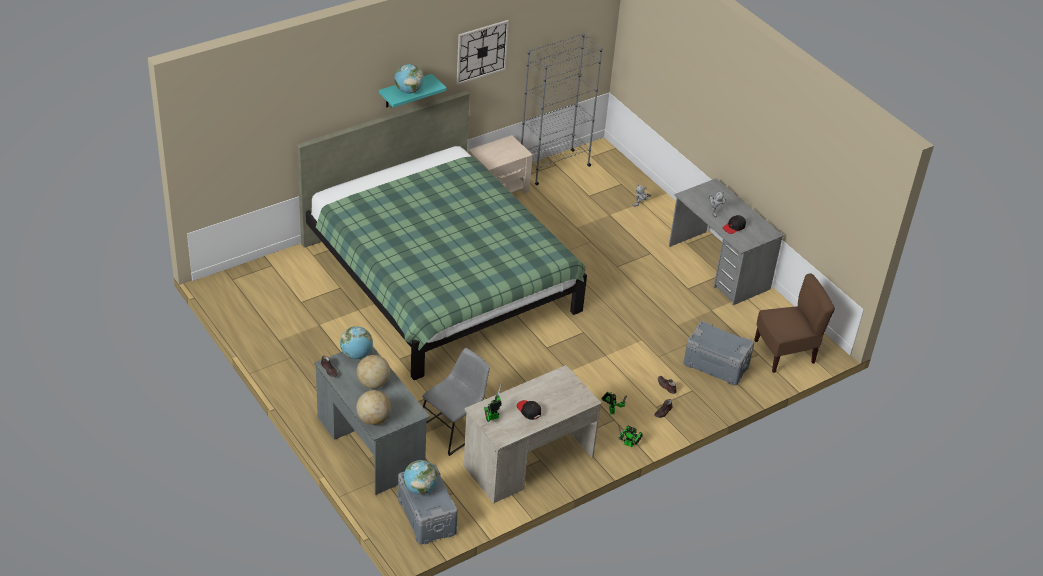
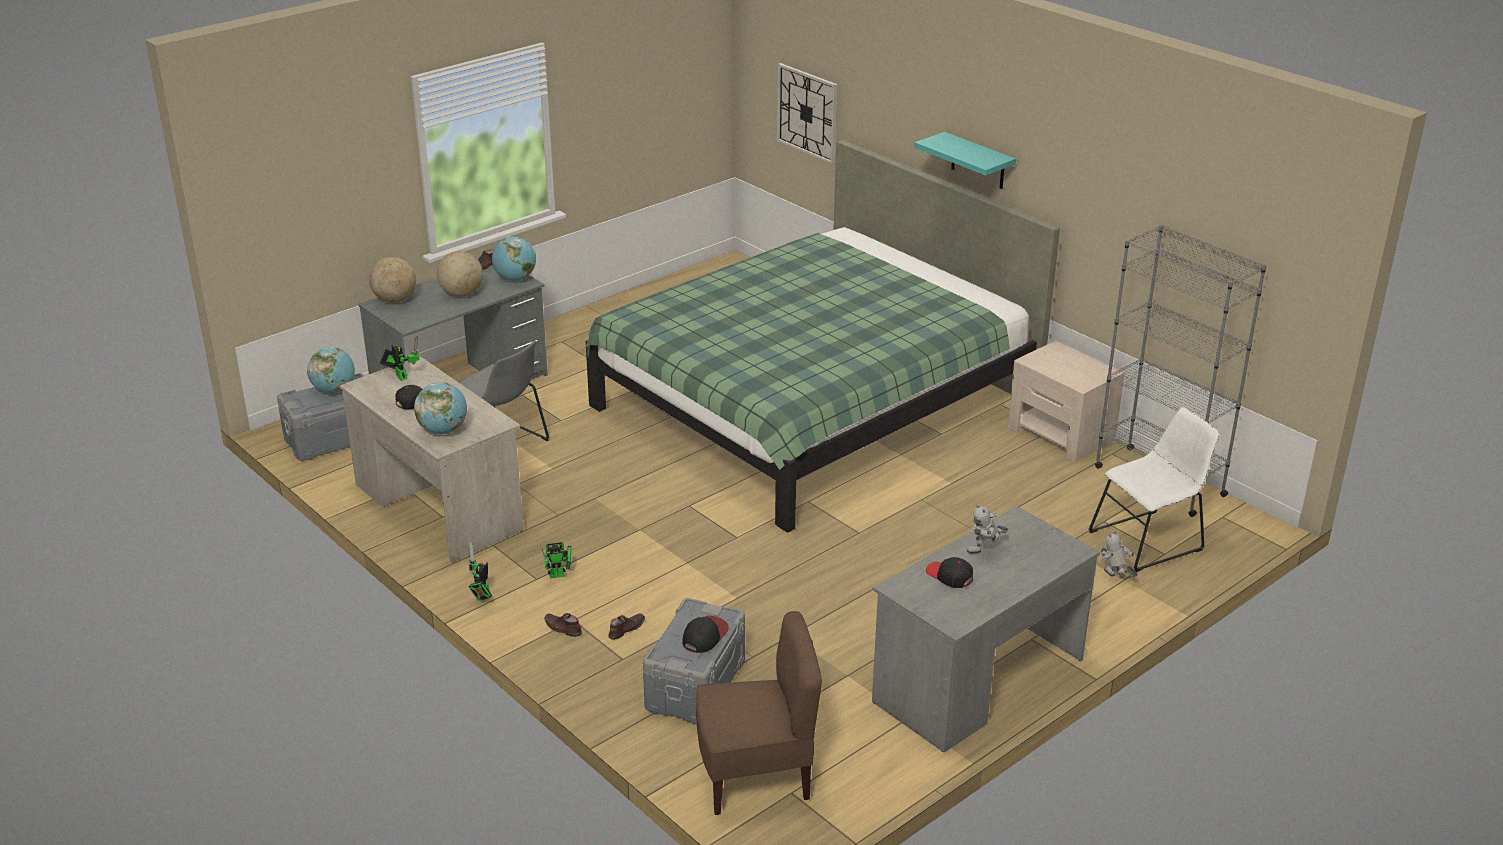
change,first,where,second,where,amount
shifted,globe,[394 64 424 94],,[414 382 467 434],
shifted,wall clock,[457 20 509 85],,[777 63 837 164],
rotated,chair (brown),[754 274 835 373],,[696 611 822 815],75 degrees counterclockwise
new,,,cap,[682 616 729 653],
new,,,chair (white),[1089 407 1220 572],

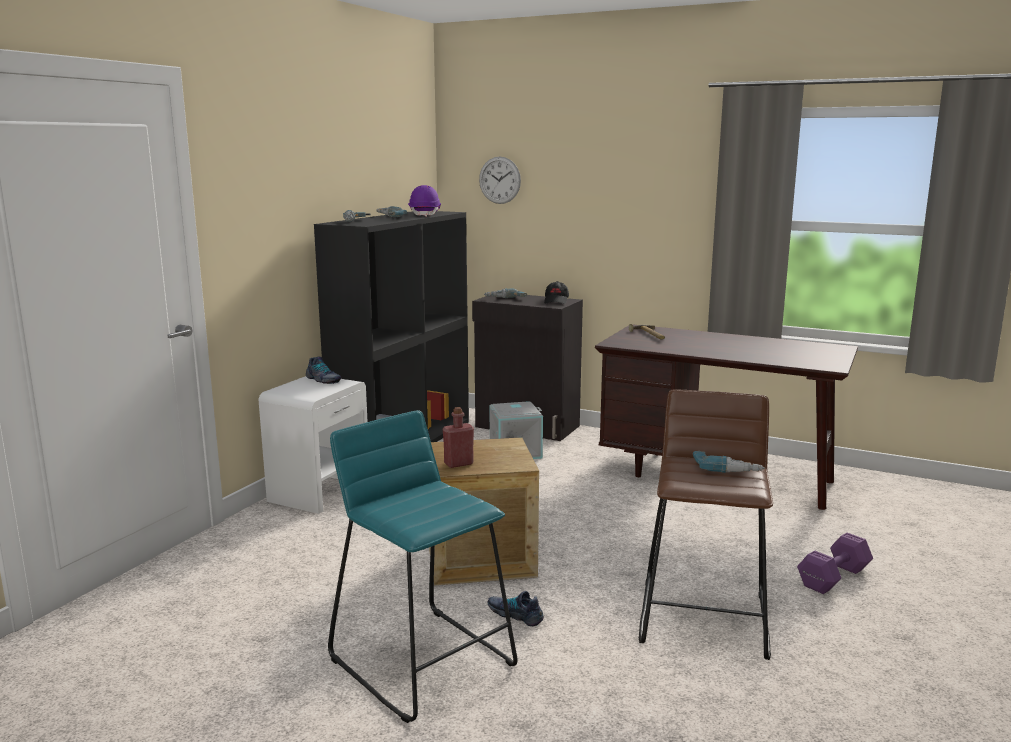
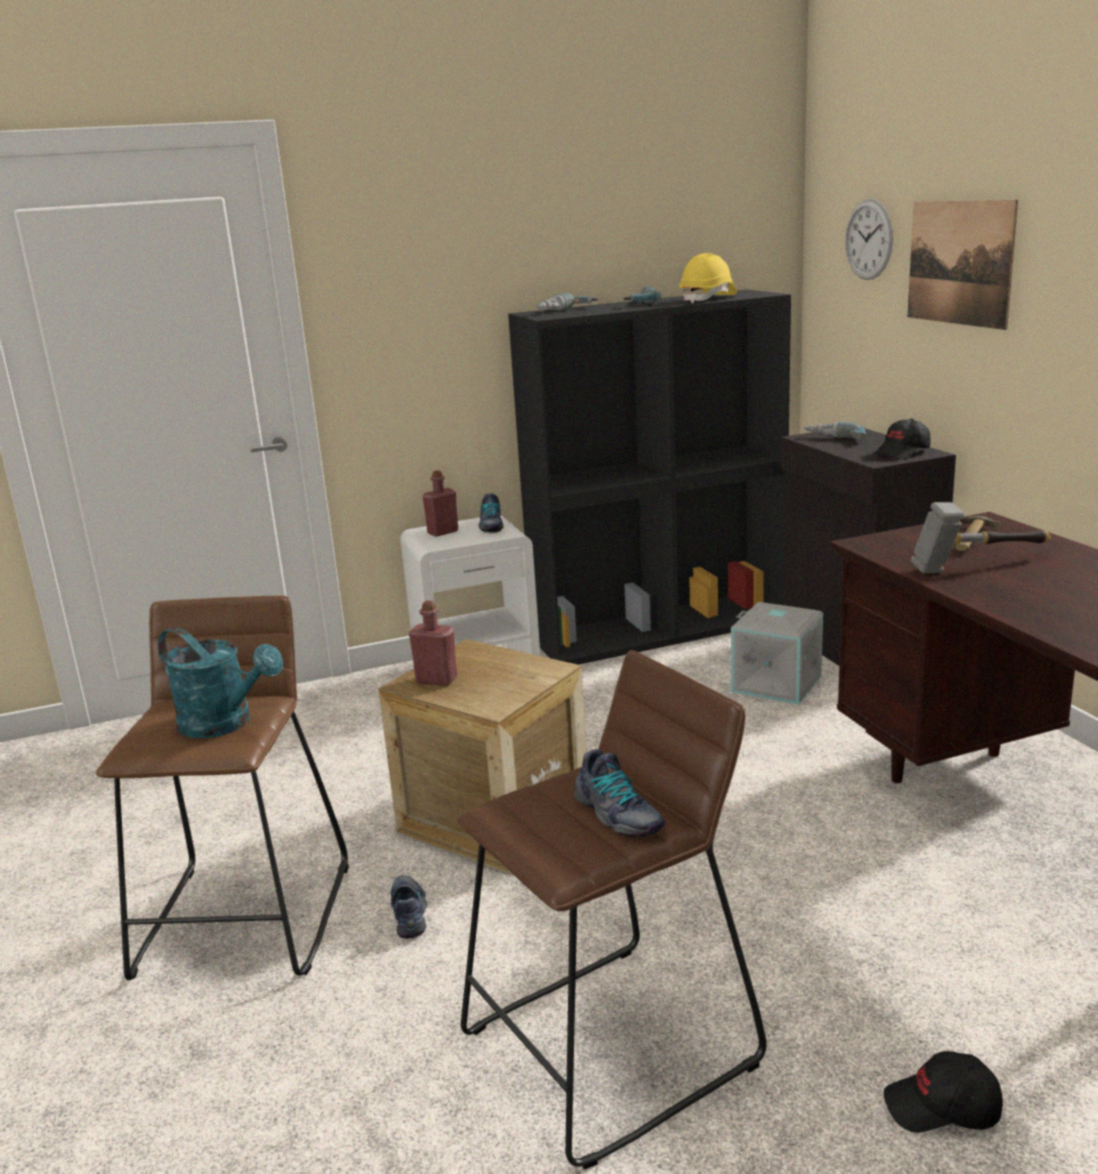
change,first,where,second,where,amount
repainted,stool (turquoise),[328 410 518 723],stool (brown),[96 596 349 980],
repainted,hard hat (purple),[408 185 441 217],hard hat (yellow),[679 253 737 303],
swapped,power drill,[693 451 765 473],shoe,[574 749 666 838],
swapped,dumbbell (purple),[797 532 873 594],cap (black),[884 1051 1003 1133],
new,,,watering can (turquoise),[158 627 283 738],
new,,,bottle (red),[423 470 458 537],
new,,,picture,[908 200 1018 330],
new,,,hammer,[911 502 1051 573],

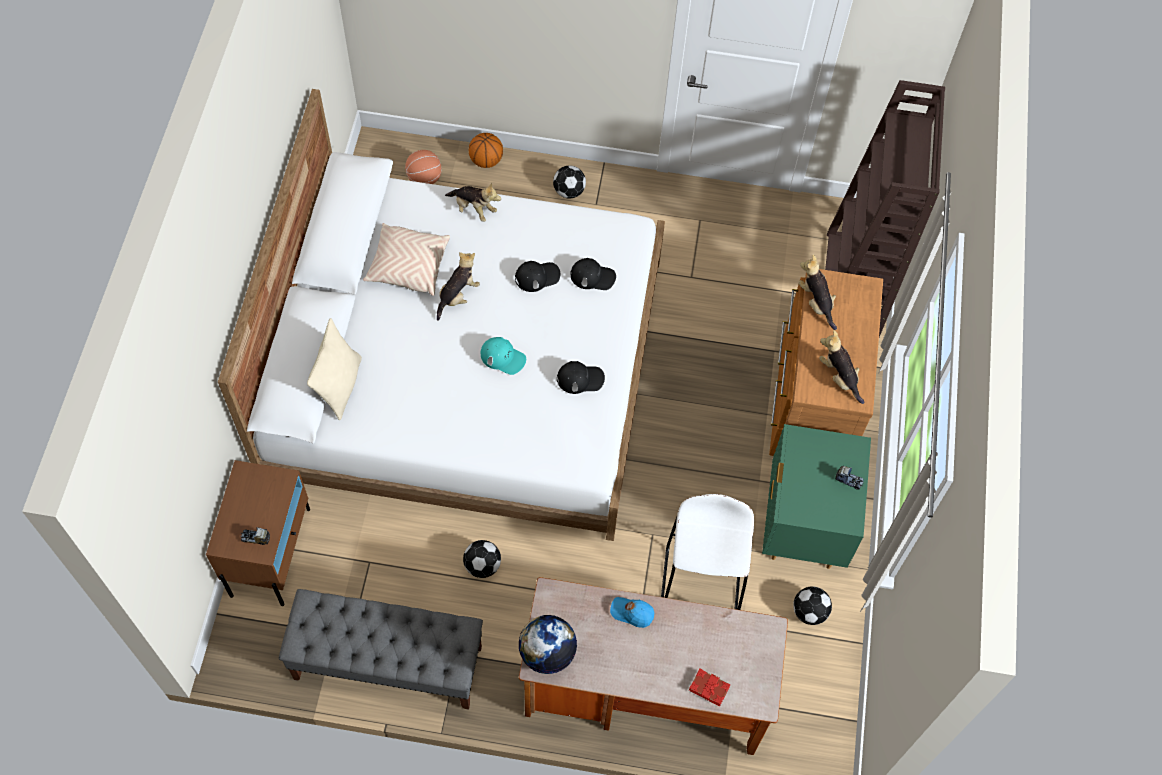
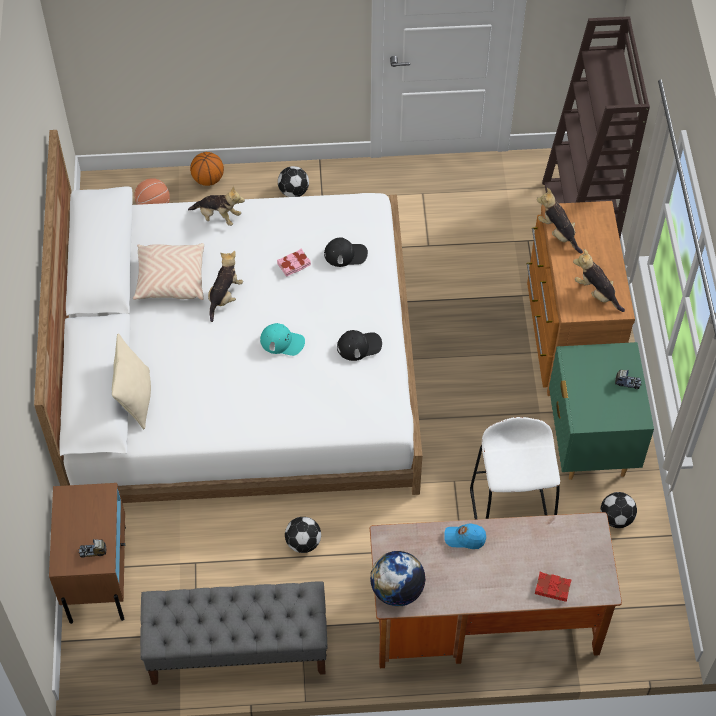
change,first,where,second,where,amount
swapped,cap (black),[515 261 560 292],book (pink),[277 248 311 277],

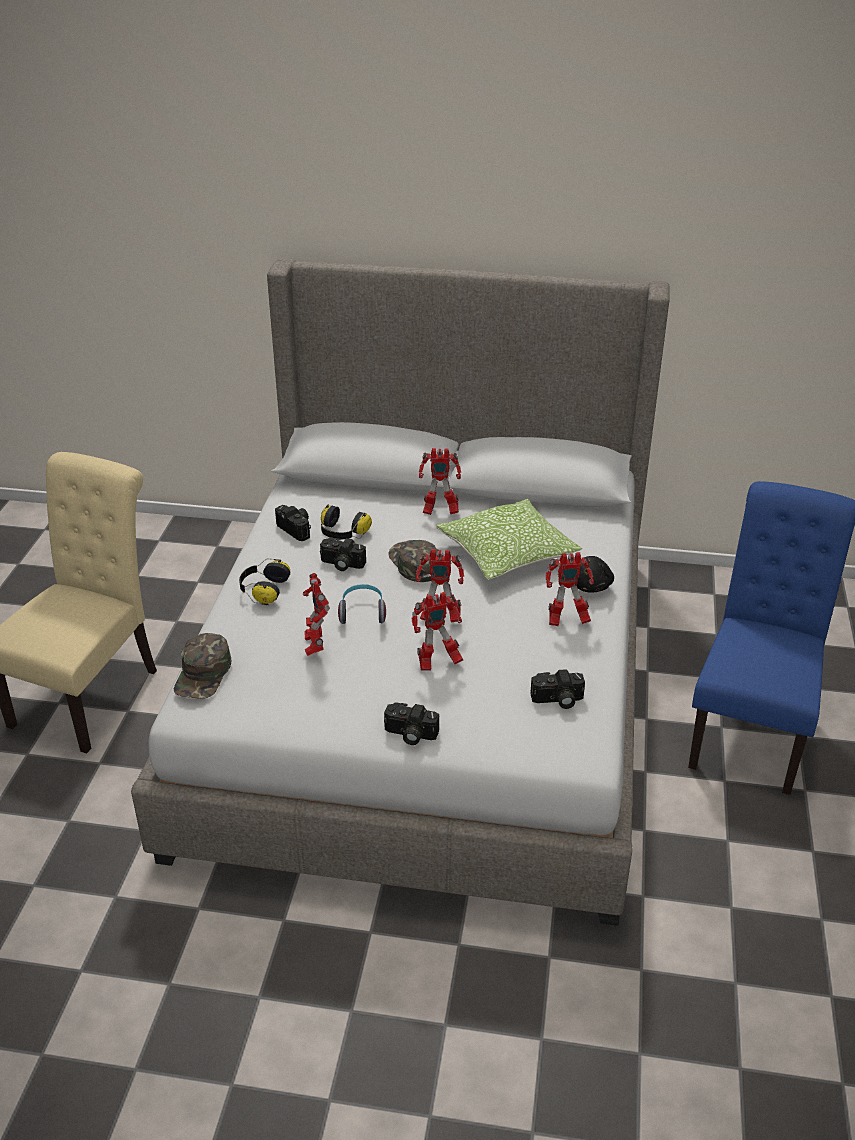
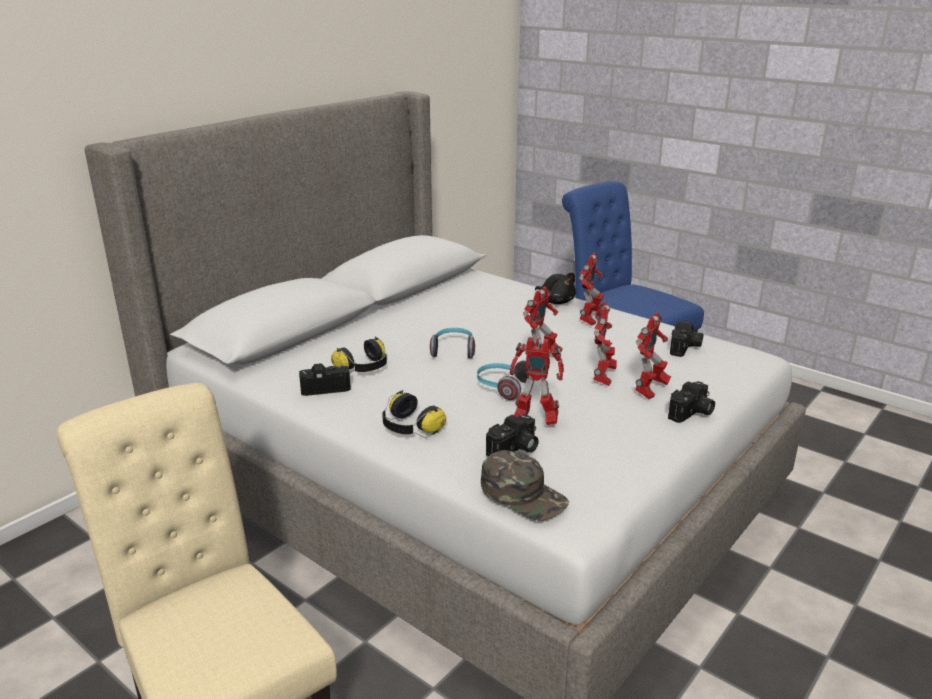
change,first,where,second,where,amount
shifted,photo camera,[320 538 366 571],,[486 414 539 457],
swapped,cap (green),[388 540 439 582],headphones,[430 328 475 358],
shifted,toy robot,[419 448 461 515],,[635 312 671 399],
gone,pillow,[436 499 582 580],,,

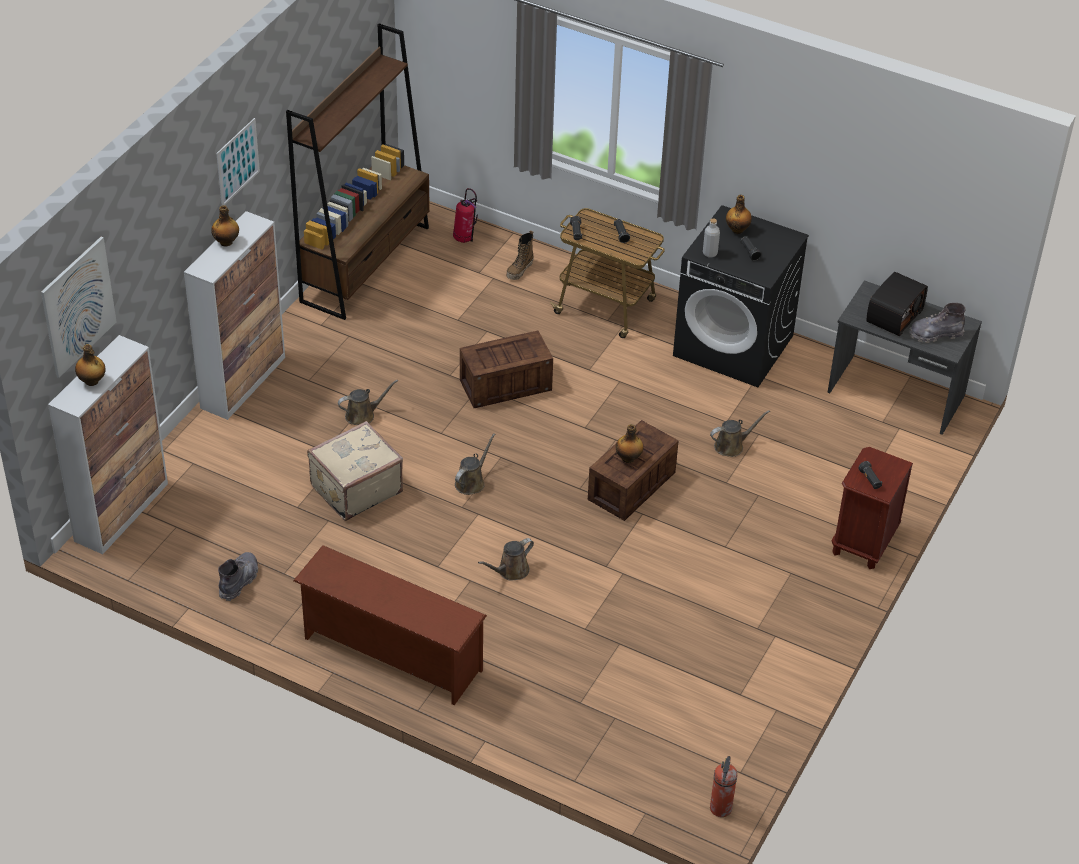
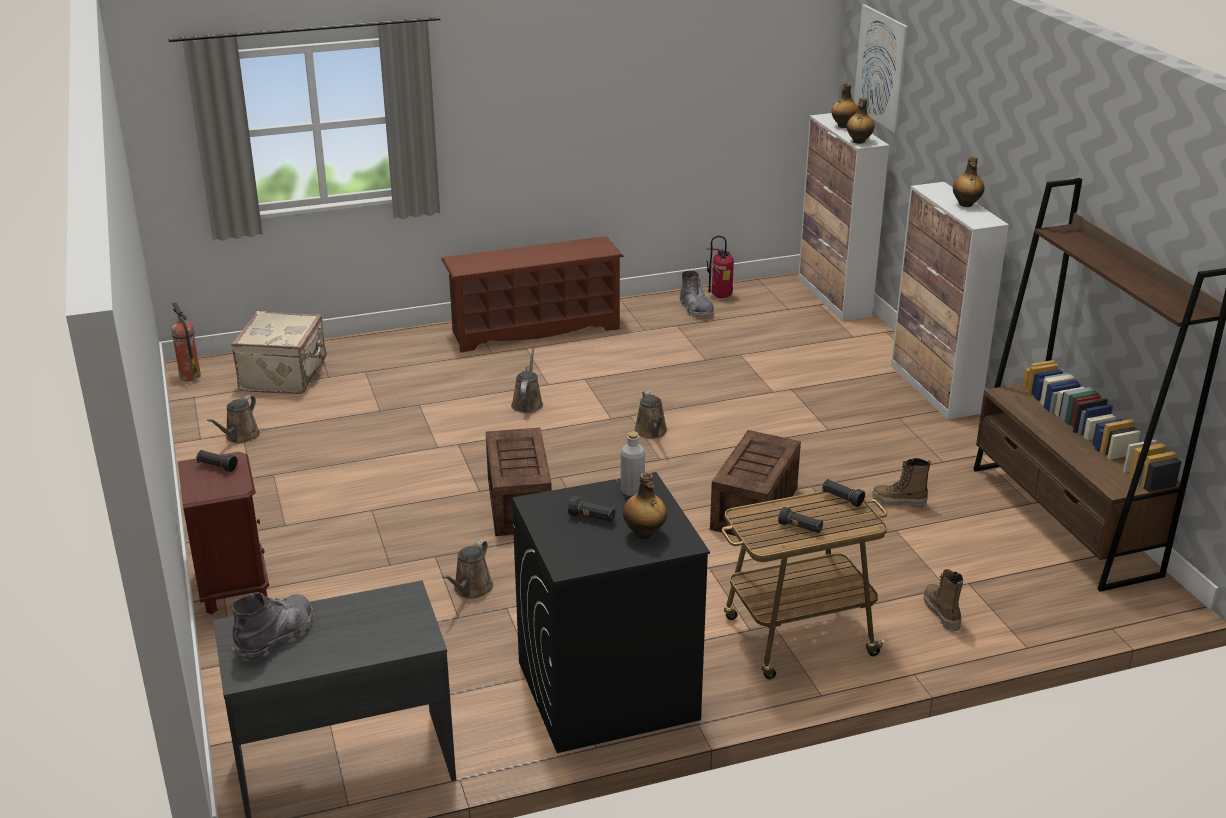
change,first,where,second,where,amount
gone,picture,[216 118 260 205],,,
shifted,suitcase (beige),[307 421 403 521],,[231 311 327 394],
shifted,watering can (brown),[338 380 398 425],,[207 395 260 443],
shifted,fire extinguisher,[453 188 478 243],,[706 236 734 298],
shifted,bottle,[616 424 643 463],,[847 98 875 144],
gone,radio,[866 272 928 336],,,
new,,,boot,[872 458 931 508],

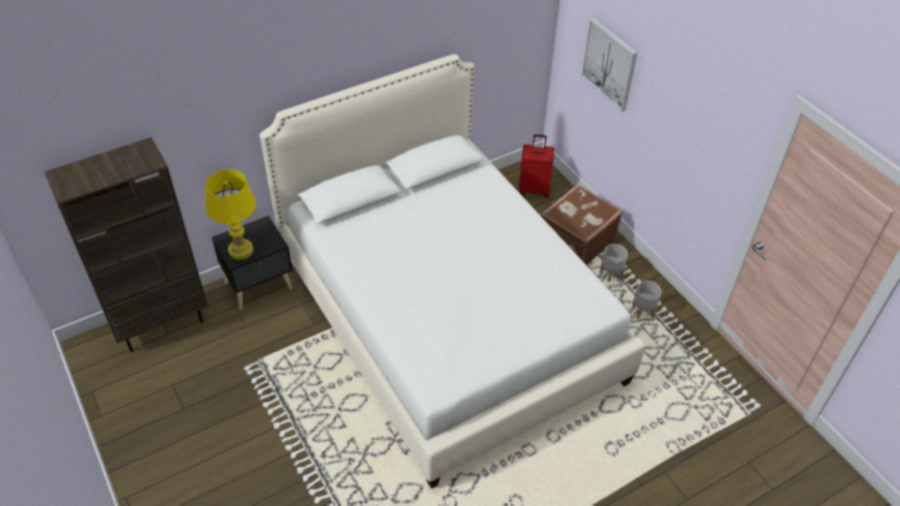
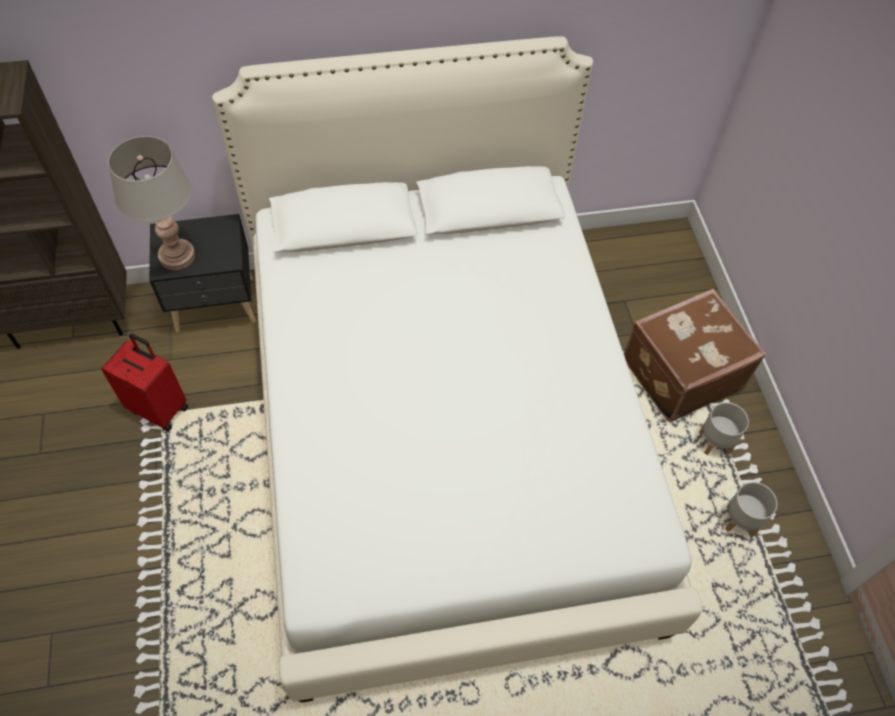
change,first,where,second,where,amount
repainted,table lamp (yellow),[205 169 256 260],table lamp (grey),[108 136 195 270],
shifted,suitcase (red),[519 134 554 198],,[101 333 188 432],
gone,picture,[581 18 637 112],,,

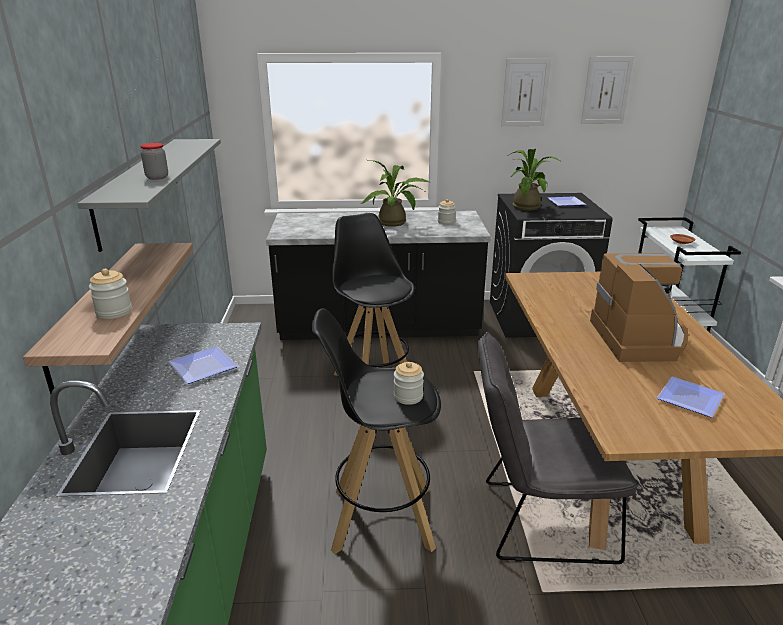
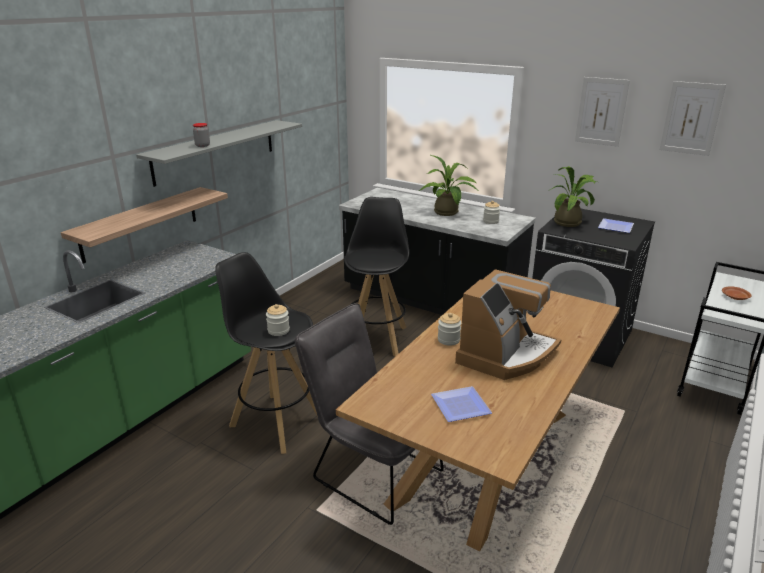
change,first,where,second,where,amount
shifted,jar,[89 269 132 319],,[438 313 461 346],
gone,plate,[168 346 238 384],,,

